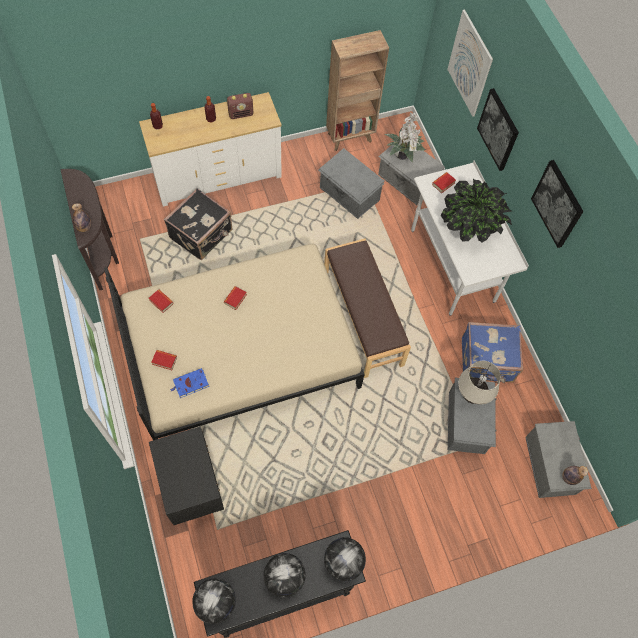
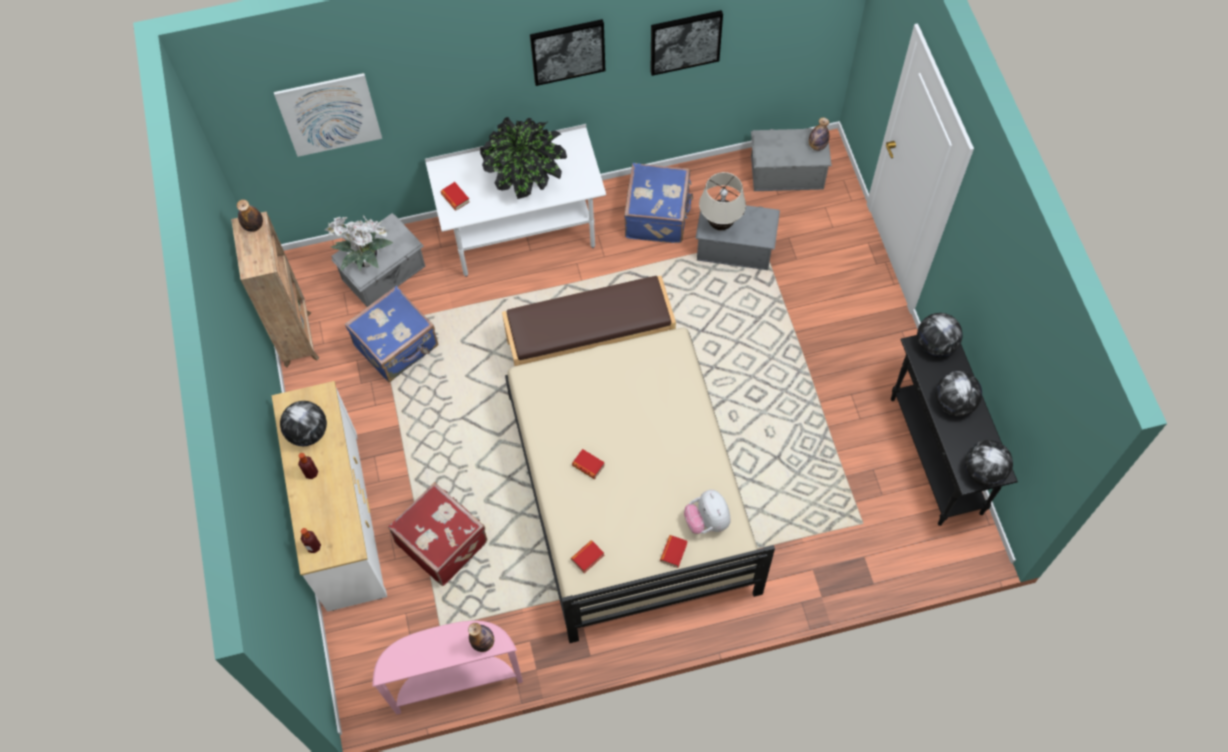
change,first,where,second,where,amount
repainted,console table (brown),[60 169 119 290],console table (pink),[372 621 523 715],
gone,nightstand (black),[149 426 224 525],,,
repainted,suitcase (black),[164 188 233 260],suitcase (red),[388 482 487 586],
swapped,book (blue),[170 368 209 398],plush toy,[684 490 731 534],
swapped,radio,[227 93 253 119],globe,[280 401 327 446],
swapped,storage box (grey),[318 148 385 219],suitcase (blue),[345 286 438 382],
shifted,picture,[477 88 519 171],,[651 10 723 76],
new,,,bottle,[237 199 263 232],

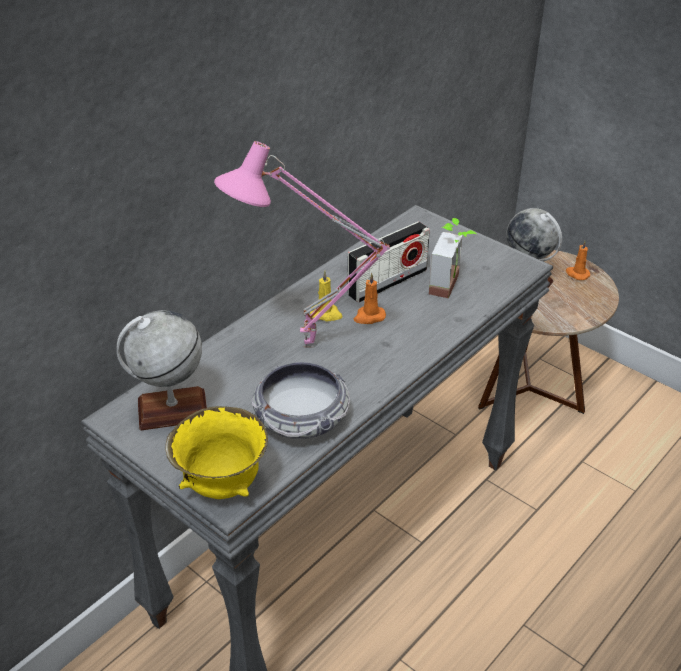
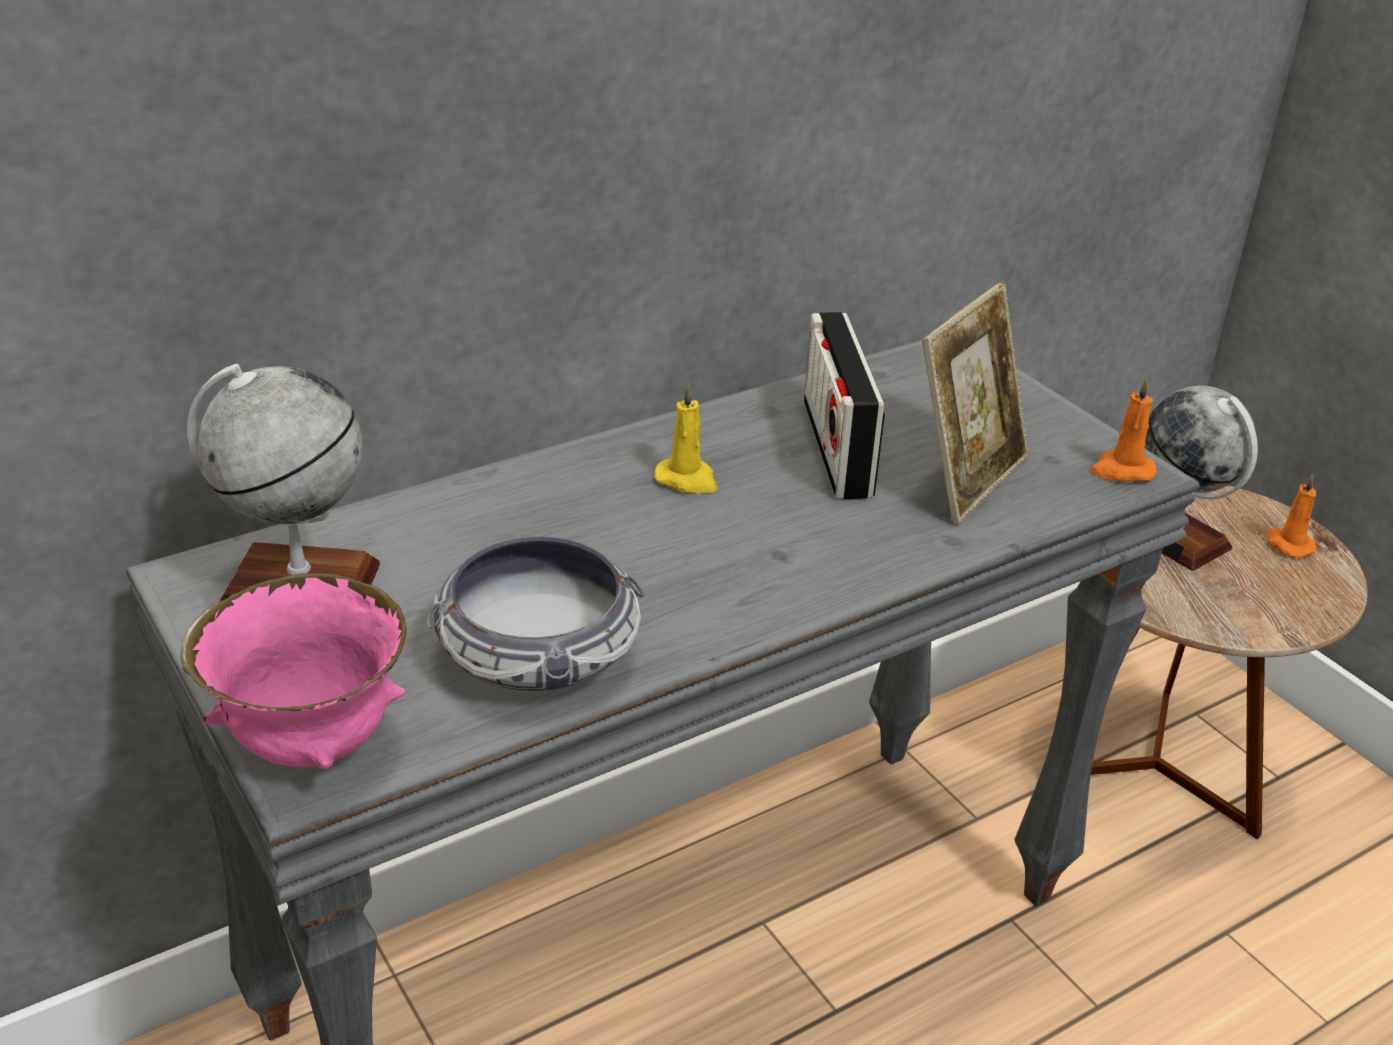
change,first,where,second,where,amount
repainted,bowl (yellow),[165 406 268 499],bowl (pink),[181 573 406 769],
gone,table lamp (pink),[214 141 390 348],,,
rotated,radio,[348 222 430 303],,[804 312 885 499],105 degrees clockwise
shifted,candle (orange),[354 273 386 324],,[1090 377 1157 482],
swapped,potted plant,[429 218 477 298],picture frame,[922 282 1029 525],

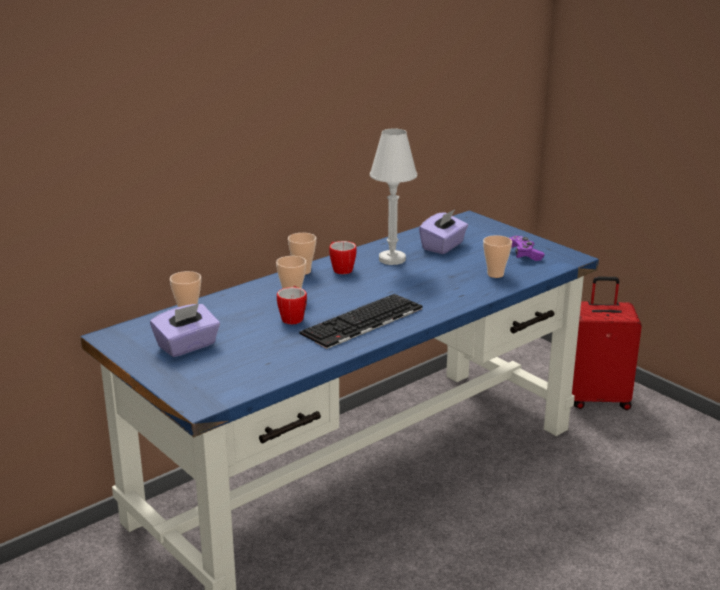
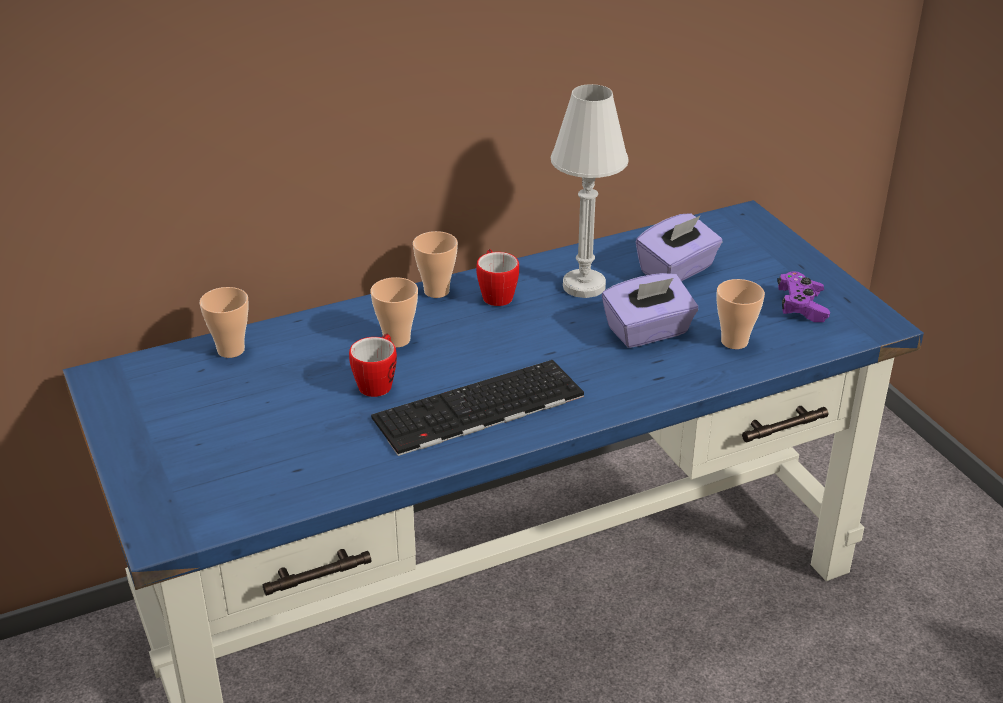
change,first,where,second,where,amount
shifted,tissue box (purple),[150 304 220 357],,[602 273 698 348],
gone,suitcase (red),[572 276 642 410],,,

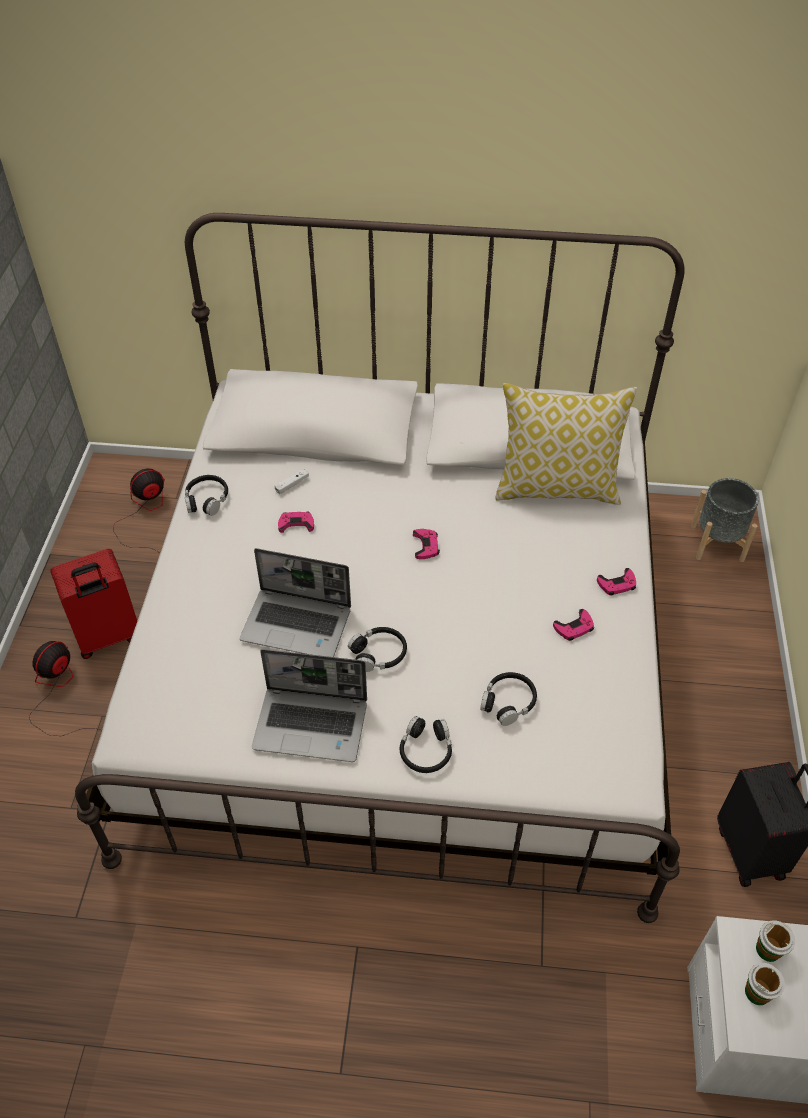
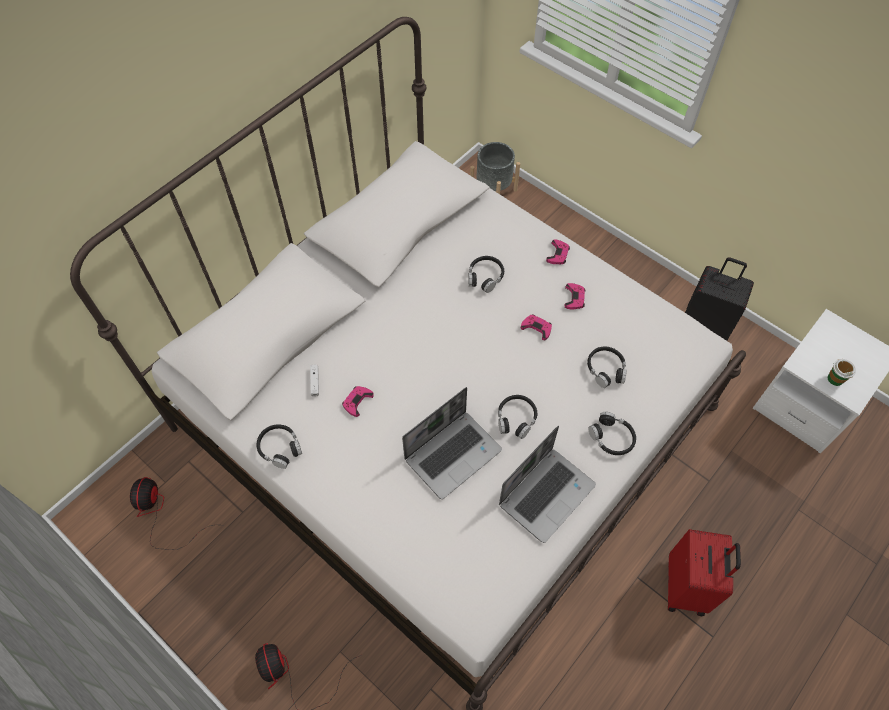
change,first,where,second,where,amount
shifted,suitcase (red),[50 549 137 659],,[668 529 741 616],
shifted,game controller (pink),[413 529 440 559],,[521 315 552 340],
gone,pillow,[495 383 637 505],,,
gone,cup,[756 920 795 962],,,
new,,,headphones (black),[468 256 504 293],

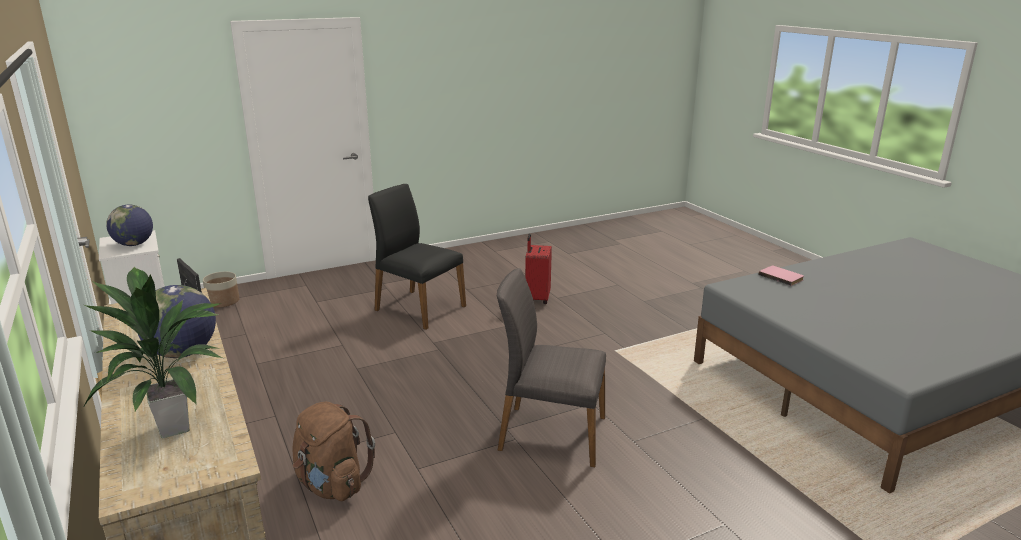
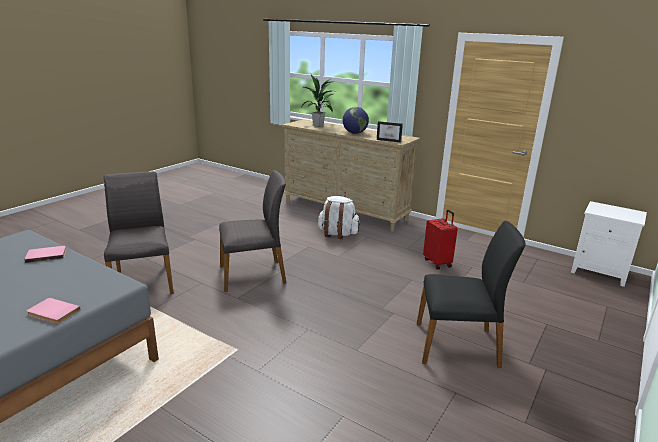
change,first,where,second,where,amount
gone,globe,[106 205 153 246],,,
gone,planter,[203 272 240 308],,,
repainted,backpack (brown),[292 402 375 501],backpack (white),[317 196 360 239],
shifted,suitcase (red),[525 234 552 304],,[423 210 458 270],
new,,,book (pink),[24 246 66 263],
new,,,chair (grey),[104 172 174 294],

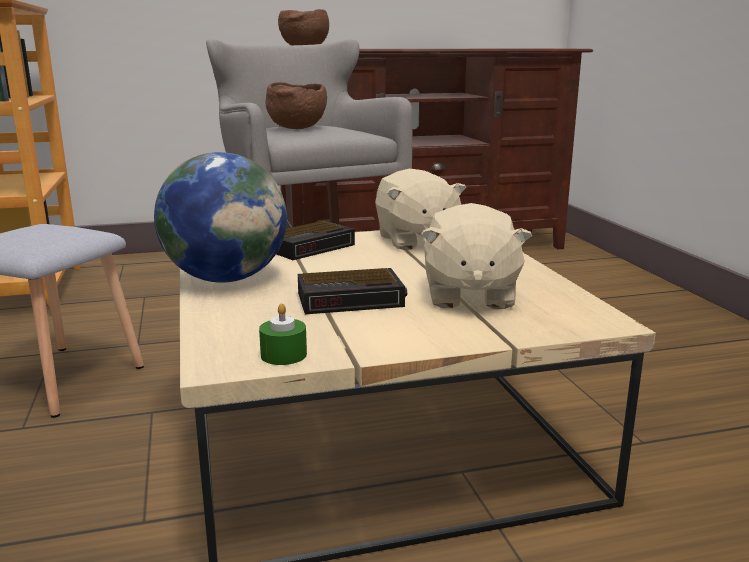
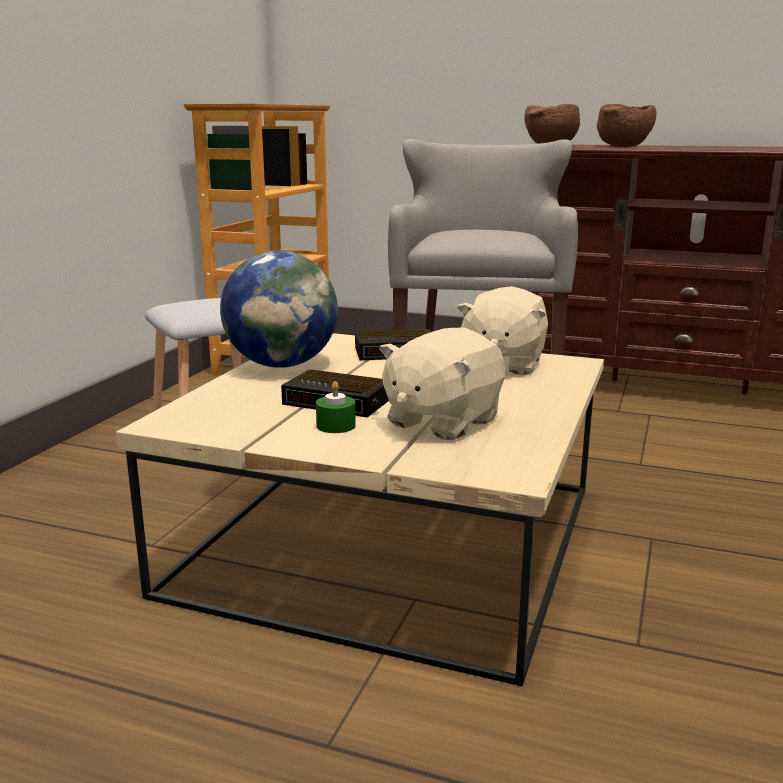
change,first,where,second,where,amount
shifted,candle (green),[259 303 307 365],,[316 381 356 433],
shifted,bowl (brown),[266 82 327 129],,[597 104 657 147],

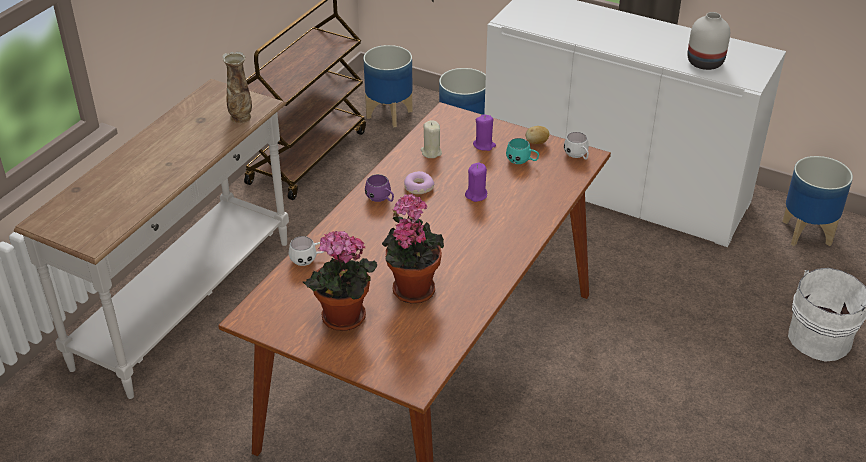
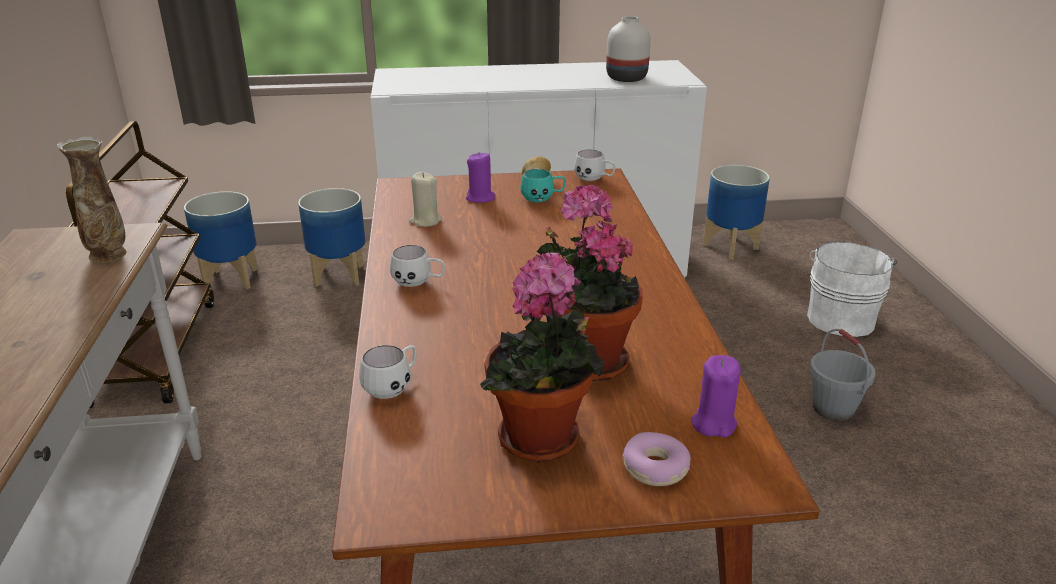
change,first,where,second,where,amount
repainted,mug (purple),[365 174 394 202],mug (white),[390 245 445 287],
shifted,donut,[404 171 434 194],,[622 432 691 486],
shifted,candle (purple),[465 163 487 202],,[692 355 741 437],
new,,,bucket (grey),[810 329 876 421],

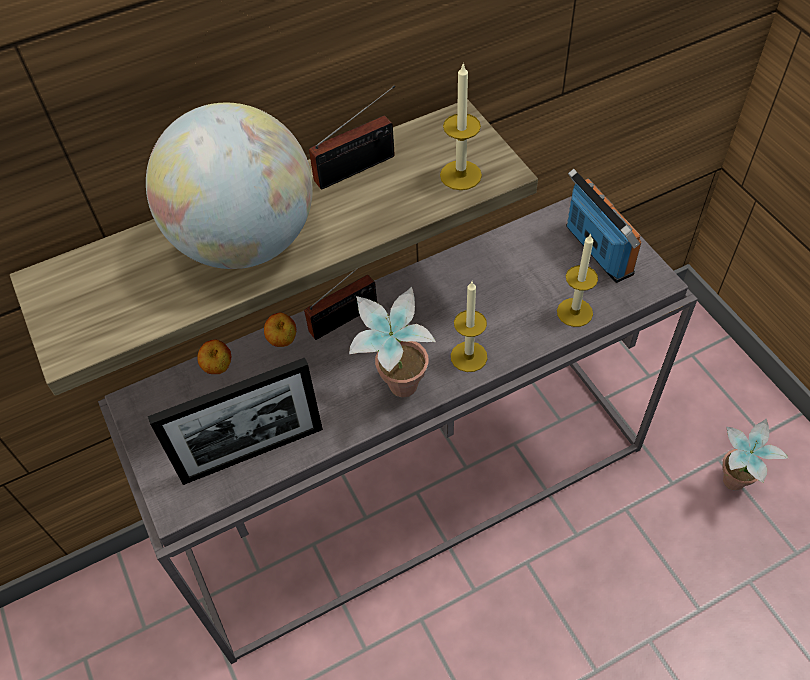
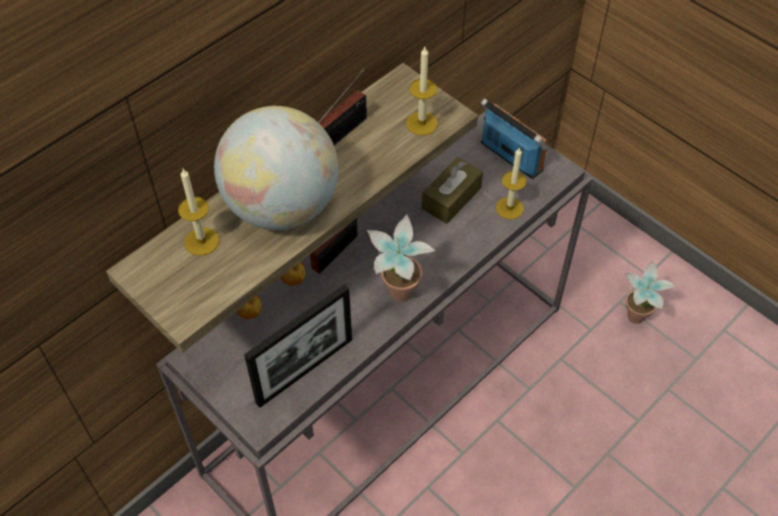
change,first,where,second,where,amount
shifted,candle,[451 282 487 372],,[178 169 219 256],
new,,,tissue box (brown),[422 157 483 224],

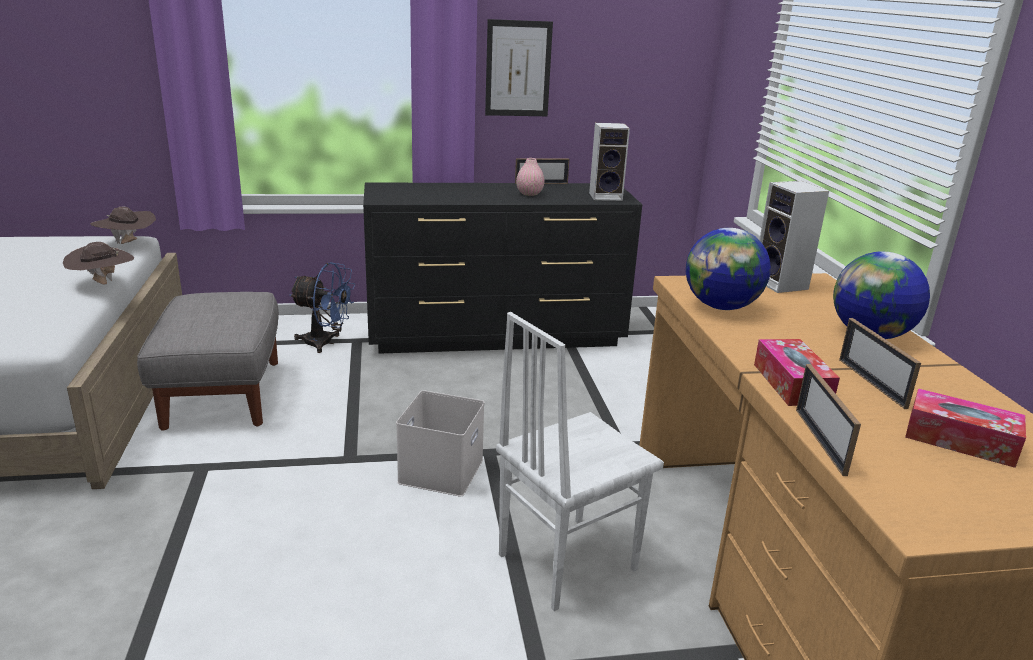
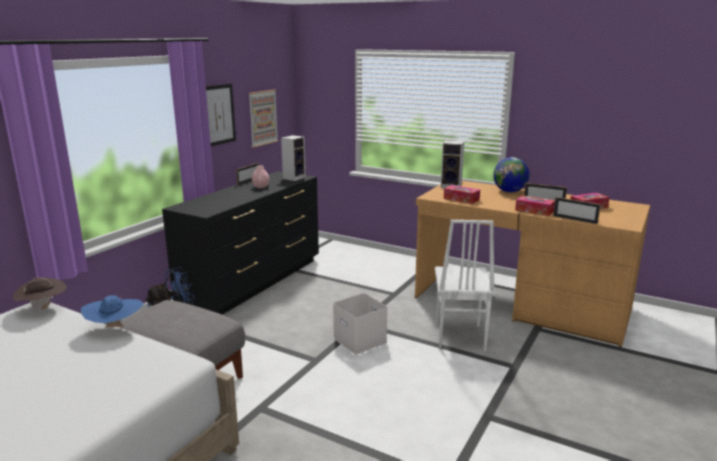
change,first,where,second,where,amount
repainted,hat (brown),[63 242 134 285],hat (blue),[81 295 143 328],
swapped,globe,[686 228 771 310],tissue box,[444 185 480 204],
new,,,picture,[248 90 279 148],

